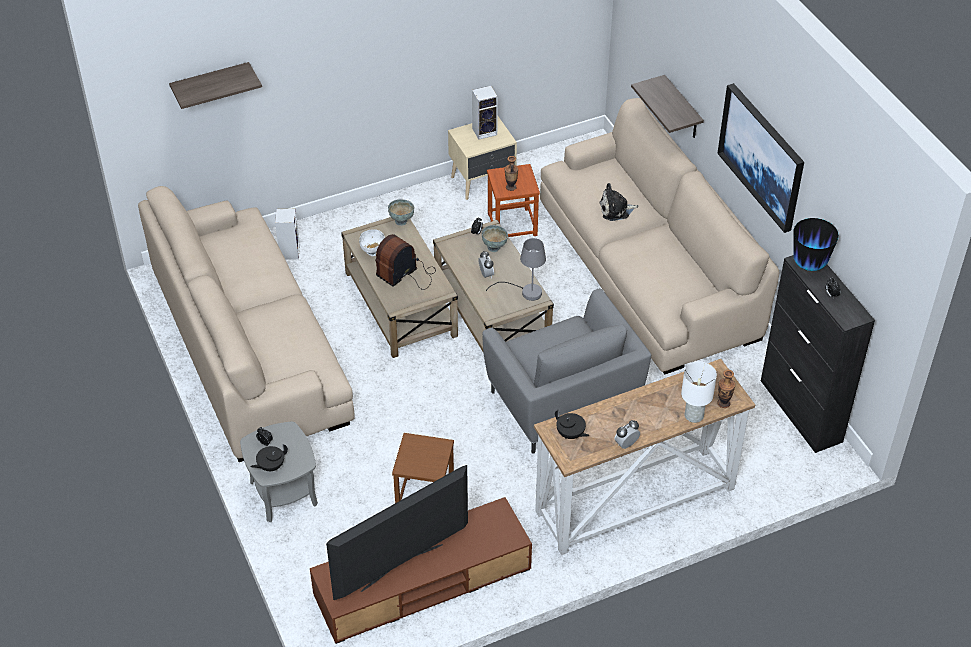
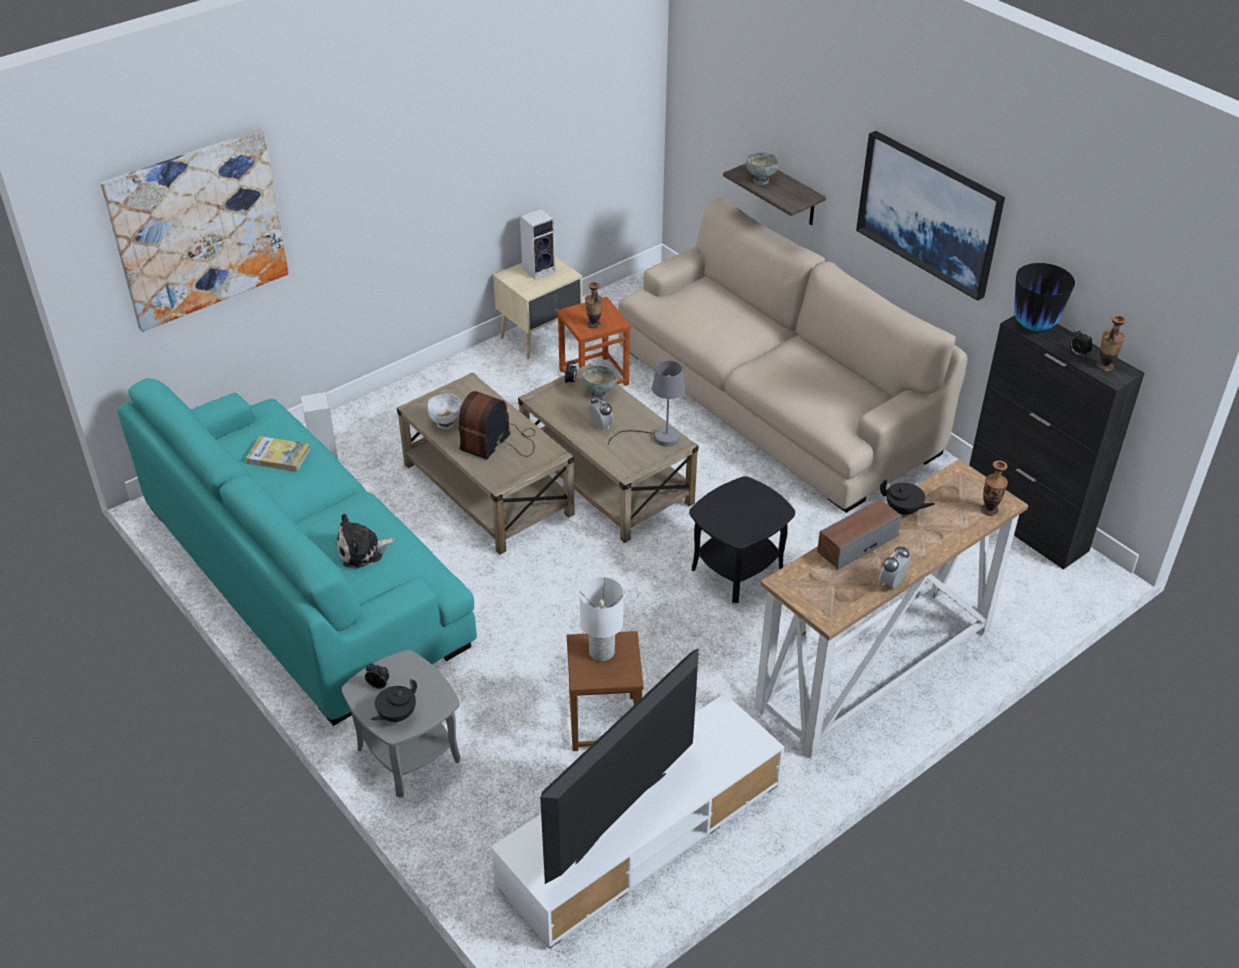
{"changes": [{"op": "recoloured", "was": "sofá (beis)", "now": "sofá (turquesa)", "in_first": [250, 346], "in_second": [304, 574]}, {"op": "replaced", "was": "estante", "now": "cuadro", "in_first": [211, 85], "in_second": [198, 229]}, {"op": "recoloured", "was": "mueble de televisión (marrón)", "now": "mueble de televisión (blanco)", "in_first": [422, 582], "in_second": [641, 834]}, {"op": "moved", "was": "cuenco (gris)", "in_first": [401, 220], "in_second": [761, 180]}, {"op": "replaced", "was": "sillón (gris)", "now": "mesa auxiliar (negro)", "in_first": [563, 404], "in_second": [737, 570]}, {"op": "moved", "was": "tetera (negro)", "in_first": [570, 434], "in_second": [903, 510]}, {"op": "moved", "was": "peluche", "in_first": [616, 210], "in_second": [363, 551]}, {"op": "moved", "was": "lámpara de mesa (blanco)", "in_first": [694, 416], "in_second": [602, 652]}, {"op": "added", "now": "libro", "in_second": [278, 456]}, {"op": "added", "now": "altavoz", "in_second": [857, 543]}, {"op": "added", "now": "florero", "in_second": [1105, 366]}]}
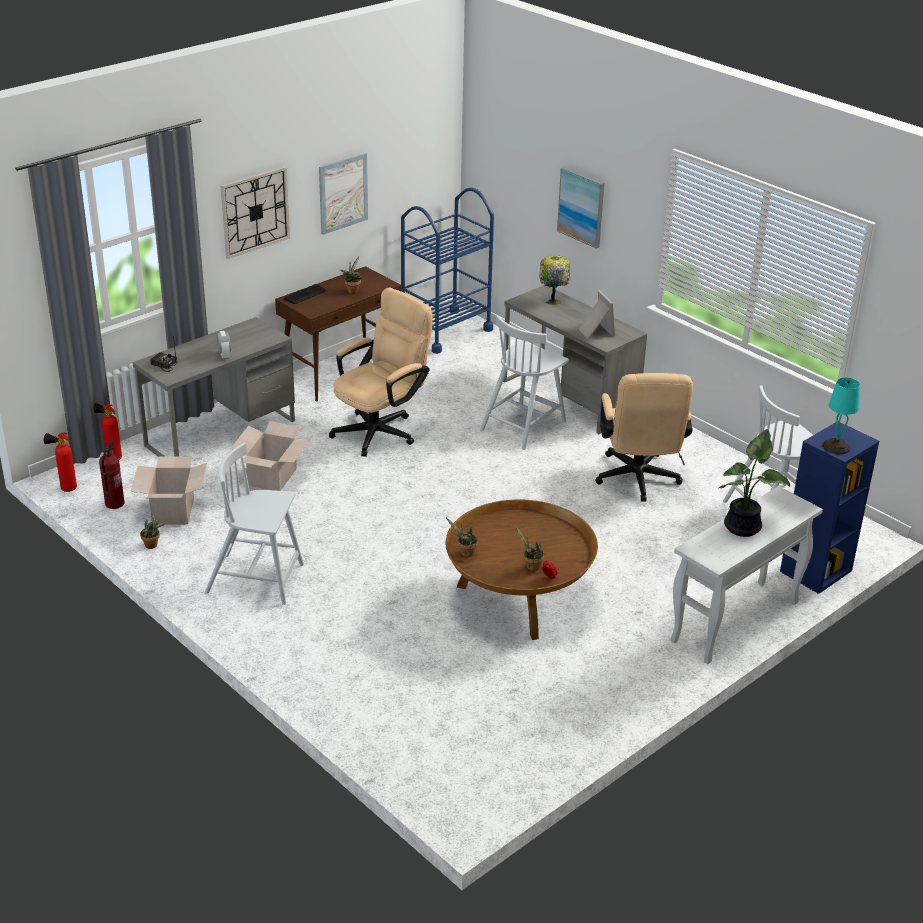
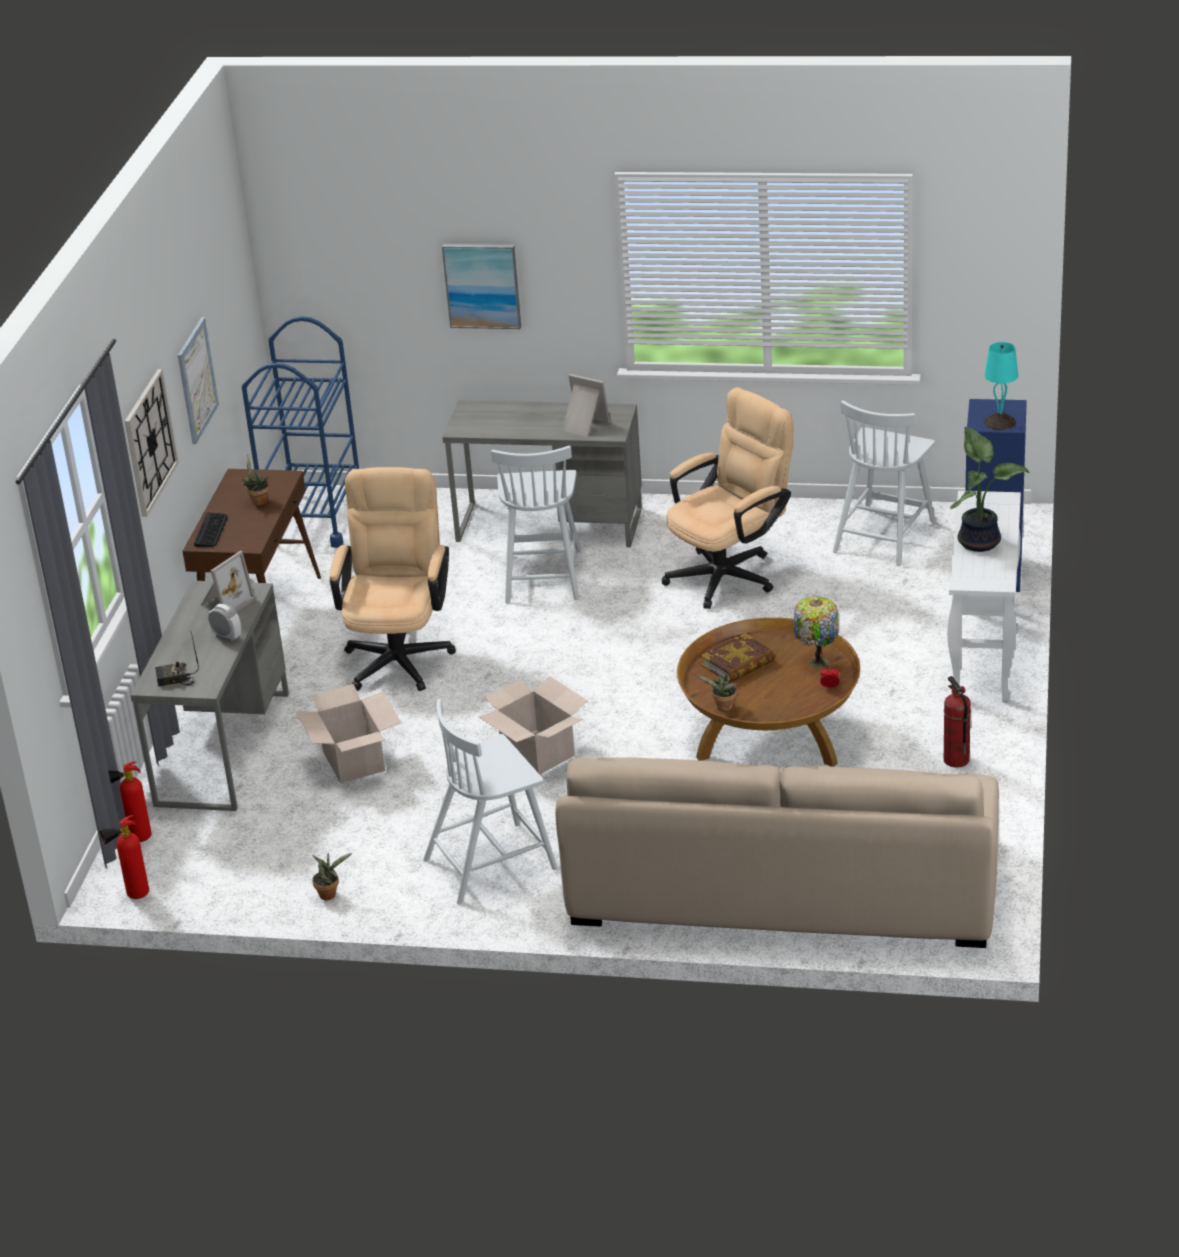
{"changes": [{"op": "moved", "was": "extintor", "in_first": [114, 503], "in_second": [955, 760]}, {"op": "moved", "was": "caja de cartón", "in_first": [173, 511], "in_second": [538, 752]}, {"op": "removed", "was": "planta en maceta", "in_first": [530, 567]}, {"op": "moved", "was": "lámpara de mesa", "in_first": [553, 301], "in_second": [817, 662]}, {"op": "turned", "was": "silla de oficina (beis)", "in_first": [638, 481], "in_second": [730, 573], "clockwise": -90}, {"op": "added", "now": "portarretratos", "in_second": [225, 603]}, {"op": "added", "now": "sofá (beis)", "in_second": [783, 882]}, {"op": "added", "now": "libro", "in_second": [738, 664]}]}
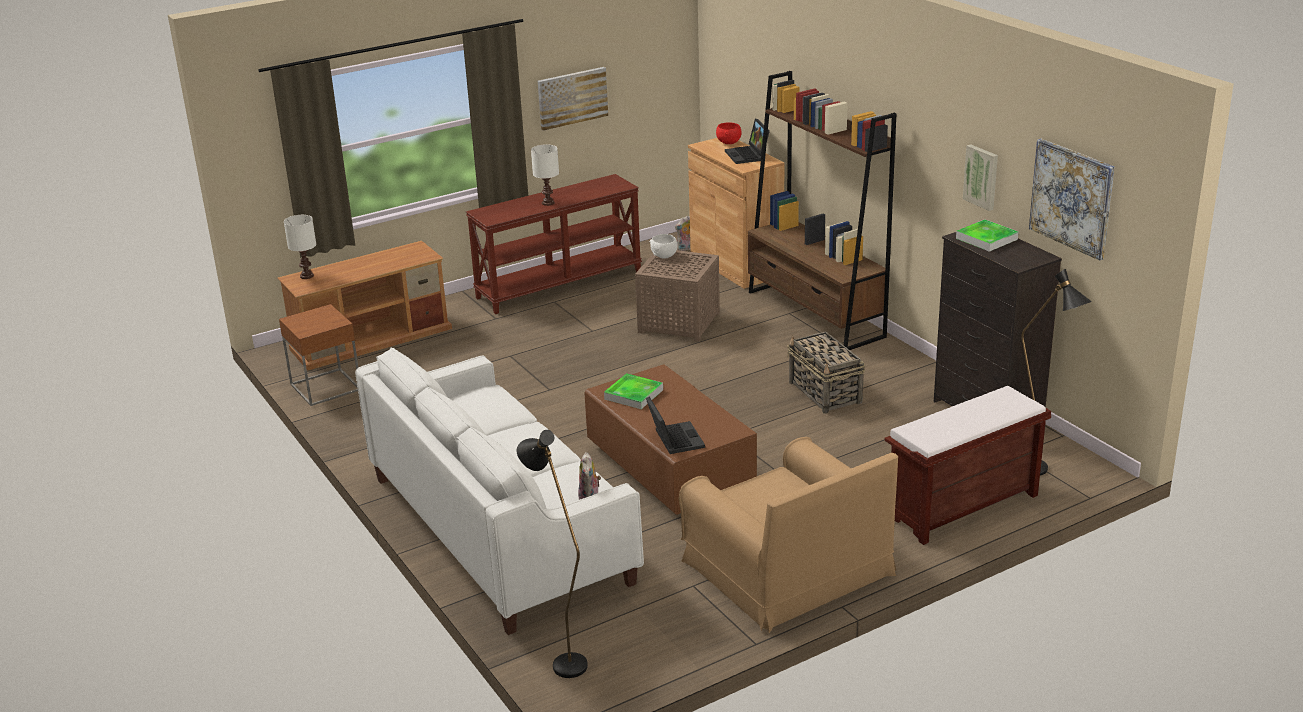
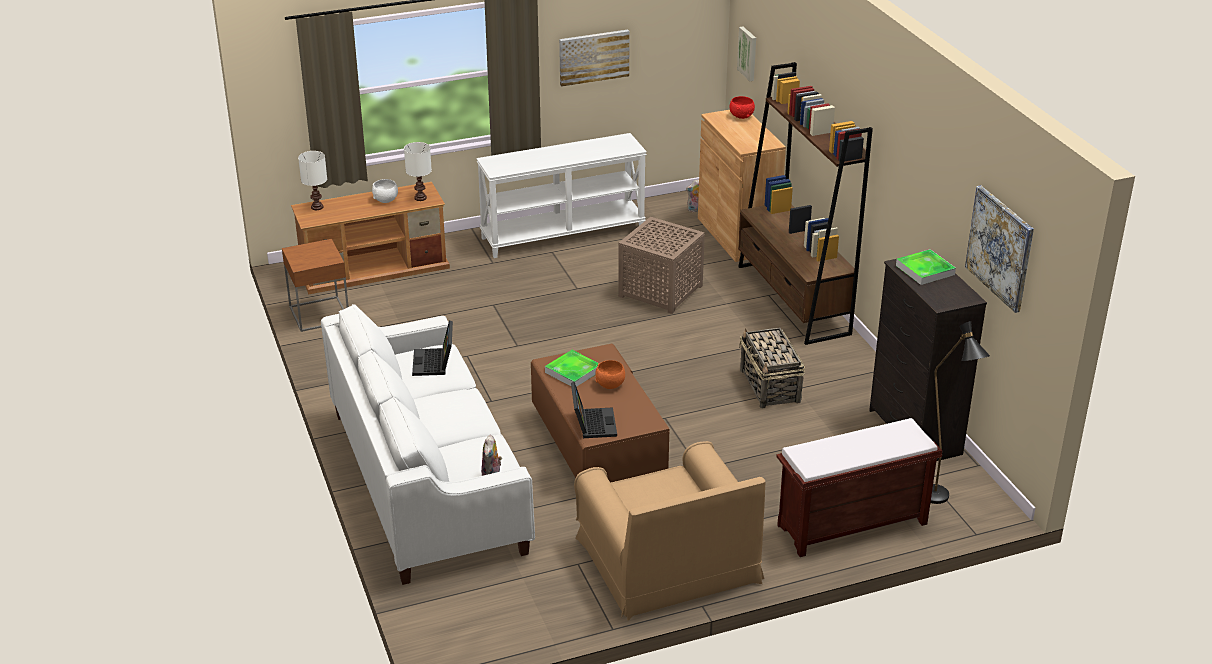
{"changes": [{"op": "recoloured", "was": "mesa consola (marrón)", "now": "mesa consola (blanco)", "in_first": [559, 284], "in_second": [563, 233]}, {"op": "removed", "was": "lámpara de pie (negro)", "in_first": [562, 659]}, {"op": "moved", "was": "lámpara de mesa (blanco)", "in_first": [547, 203], "in_second": [420, 198]}, {"op": "moved", "was": "cuenco (blanco)", "in_first": [664, 256], "in_second": [386, 200]}, {"op": "moved", "was": "portátil", "in_first": [748, 155], "in_second": [435, 363]}, {"op": "moved", "was": "cuadro", "in_first": [982, 177], "in_second": [748, 53]}, {"op": "added", "now": "cuenco (naranja)", "in_second": [610, 385]}]}
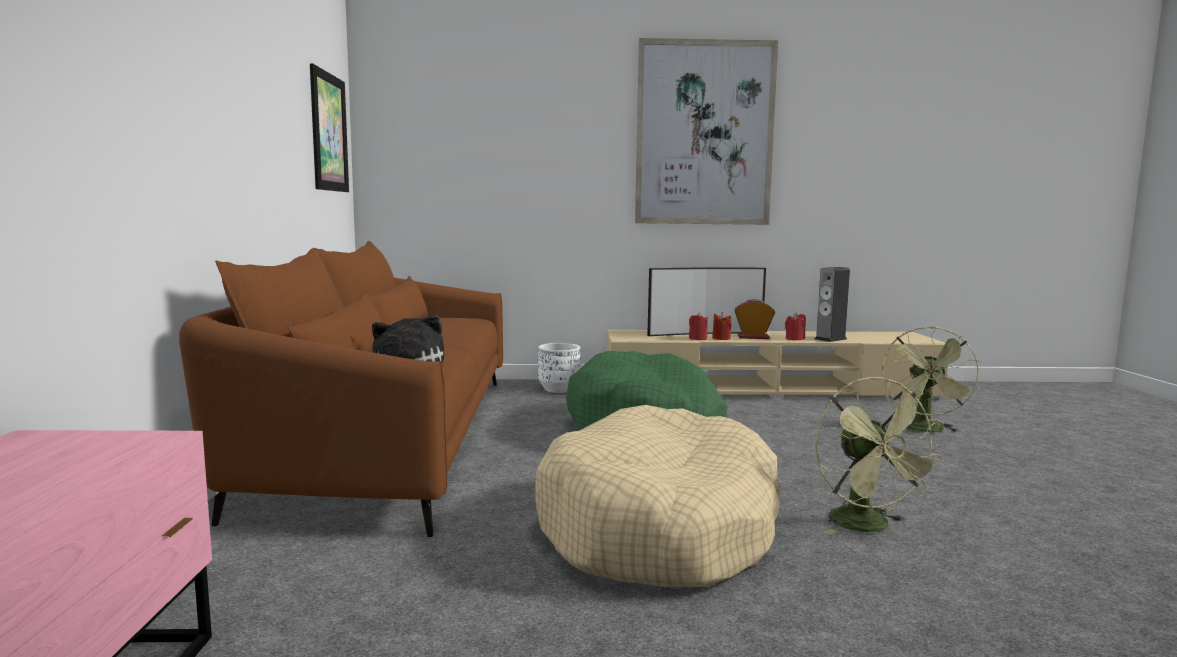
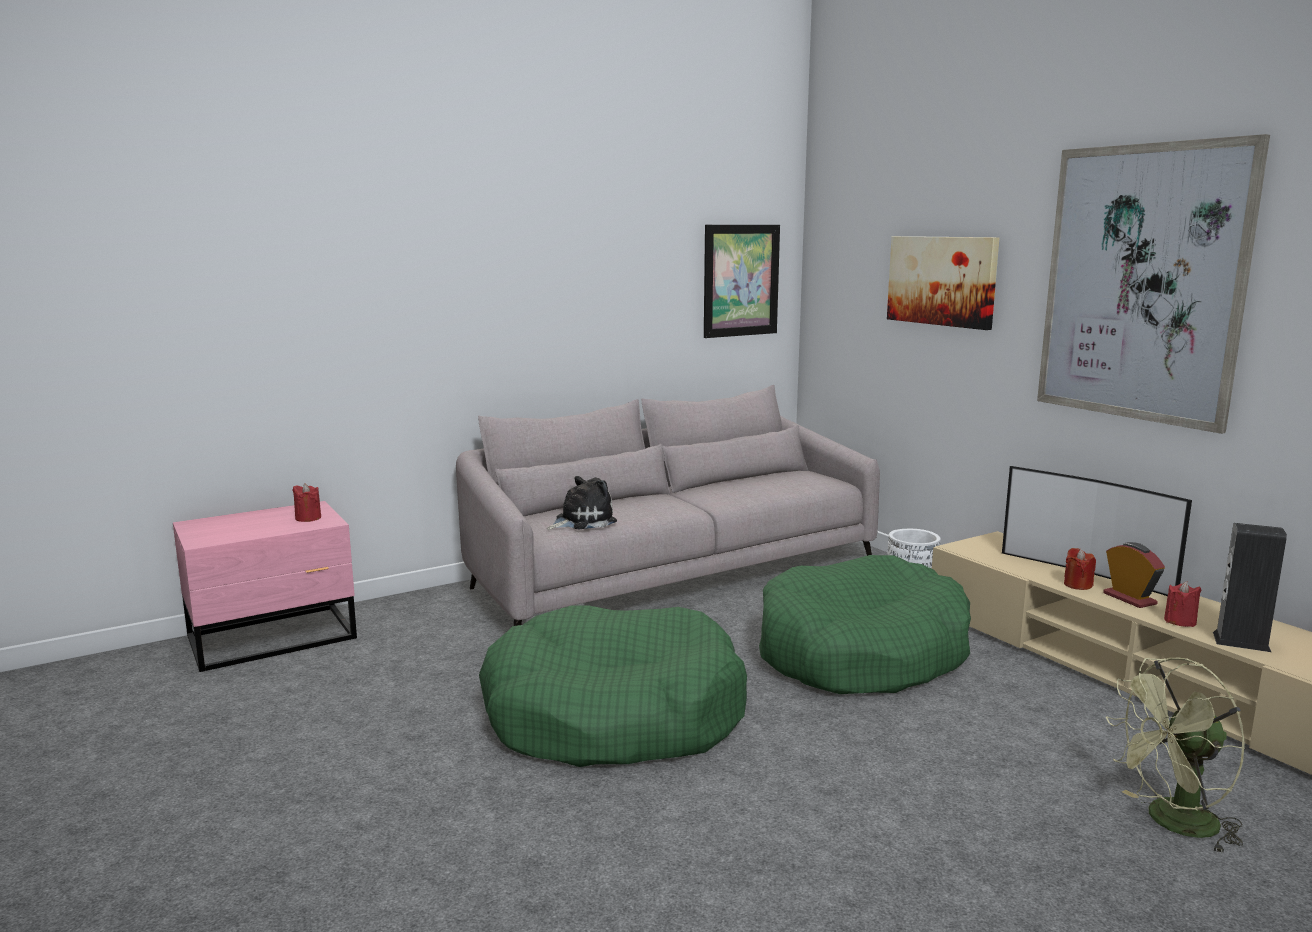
{"changes": [{"op": "recoloured", "was": "sofá (marrón)", "now": "sofá (gris)", "in_first": [390, 437], "in_second": [671, 573]}, {"op": "recoloured", "was": "cama para perro (beis)", "now": "cama para perro (verde)", "in_first": [660, 527], "in_second": [613, 715]}, {"op": "moved", "was": "vela (rojo)", "in_first": [698, 339], "in_second": [308, 518]}, {"op": "removed", "was": "ventilador (verde)", "in_first": [869, 527]}, {"op": "added", "now": "cuadro", "in_second": [942, 280]}]}
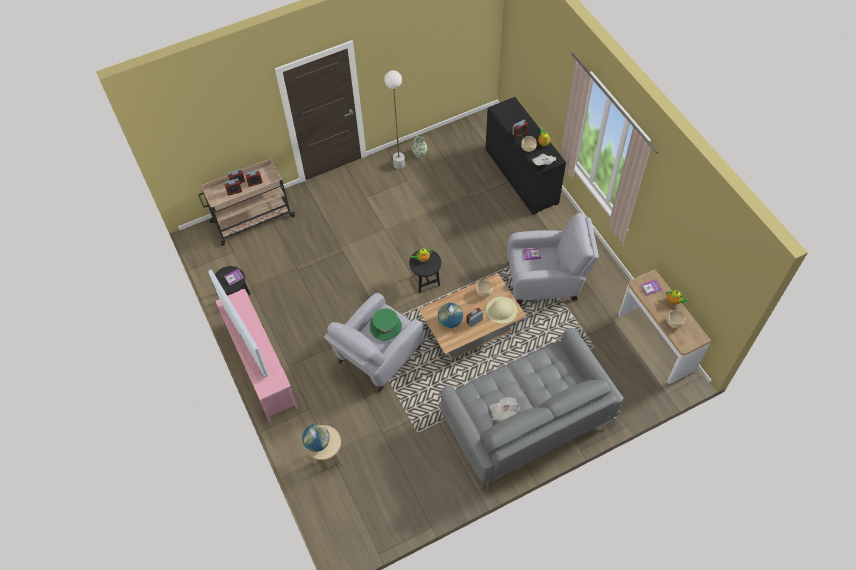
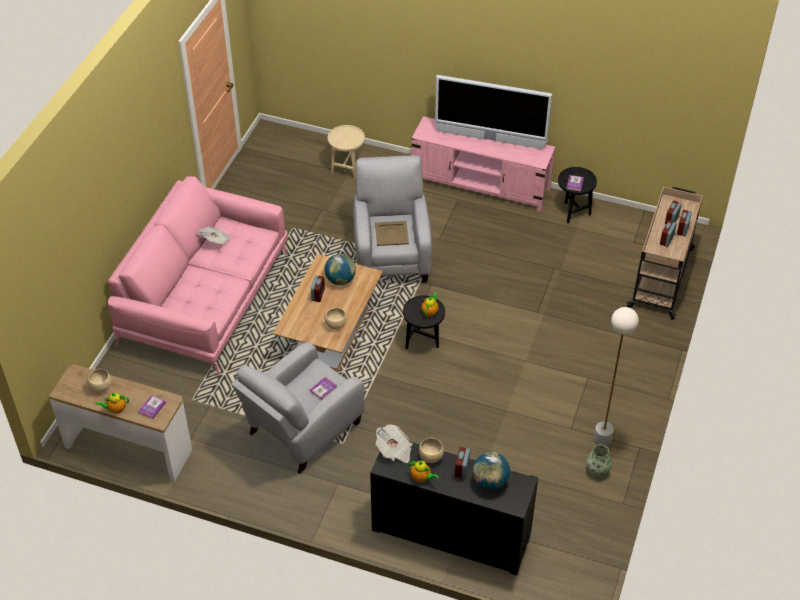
{"changes": [{"op": "moved", "was": "globo terráqueo", "in_first": [317, 443], "in_second": [490, 481]}, {"op": "replaced", "was": "sombrero (verde)", "now": "bandeja (beis)", "in_first": [386, 327], "in_second": [392, 234]}, {"op": "recoloured", "was": "sofá (gris)", "now": "sofá (rosa)", "in_first": [526, 418], "in_second": [205, 298]}, {"op": "removed", "was": "sombrero (beis)", "in_first": [501, 310]}]}
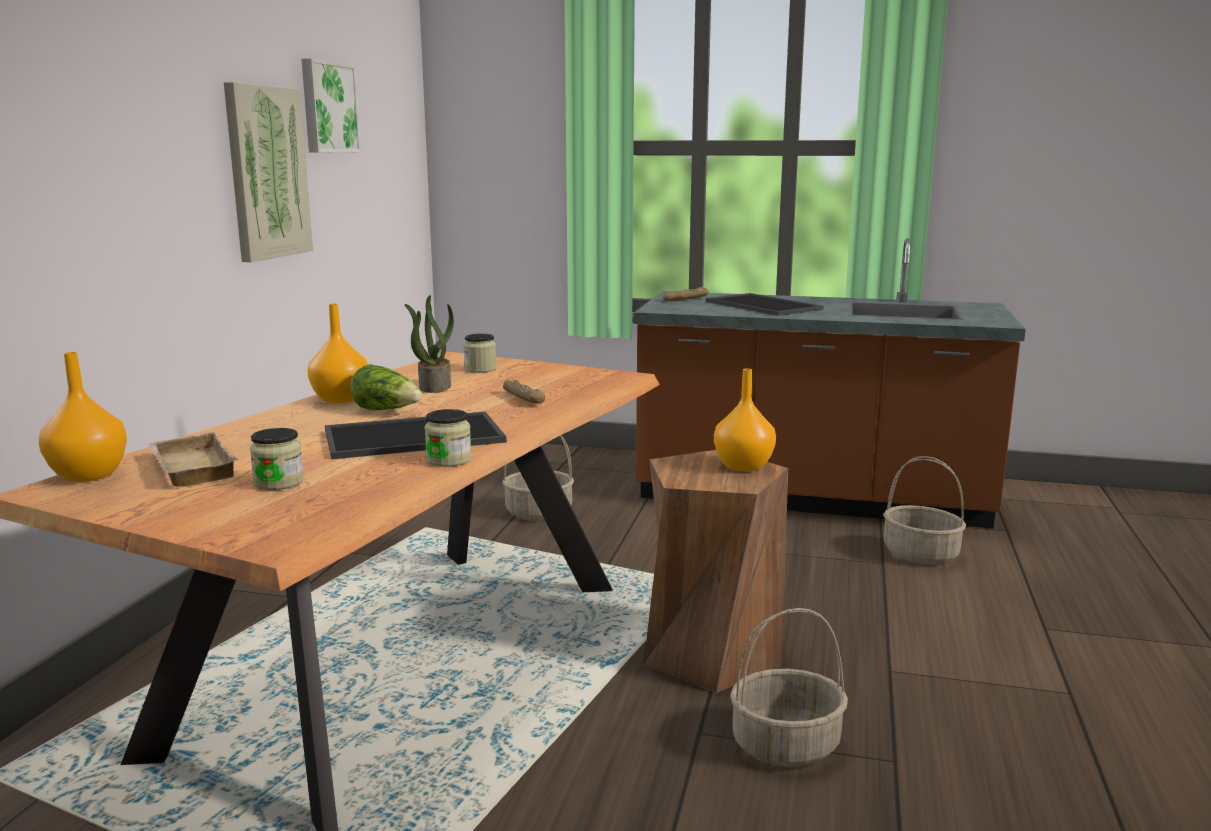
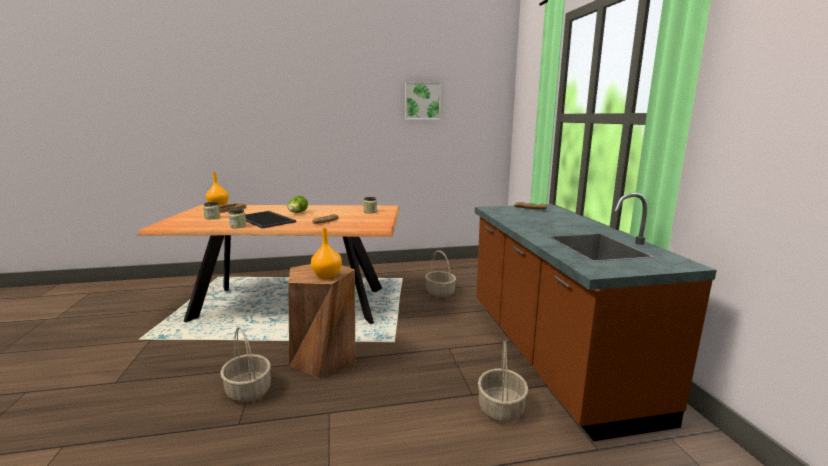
{"changes": [{"op": "removed", "was": "cuadro", "in_first": [267, 172]}, {"op": "removed", "was": "florero (naranja)", "in_first": [341, 400]}, {"op": "removed", "was": "planta en maceta", "in_first": [434, 386]}, {"op": "removed", "was": "bandeja", "in_first": [765, 305]}]}
